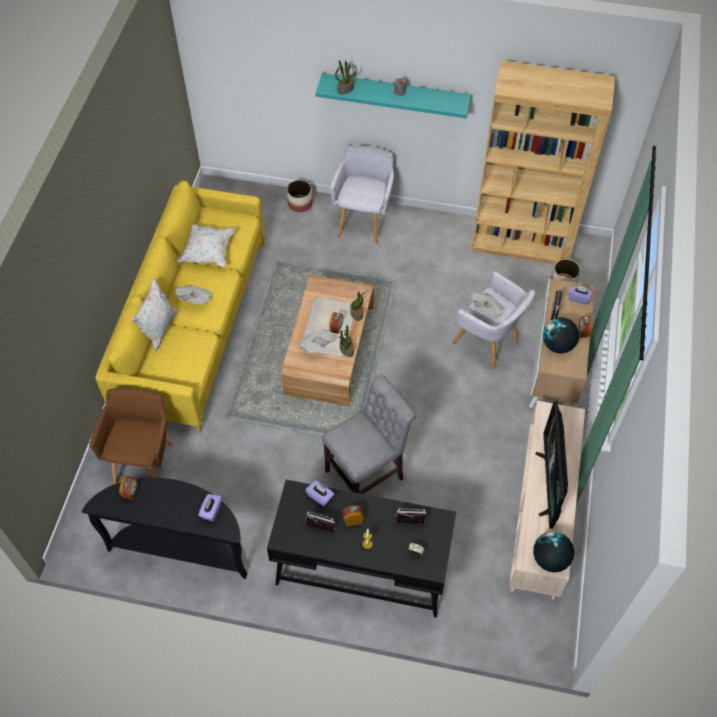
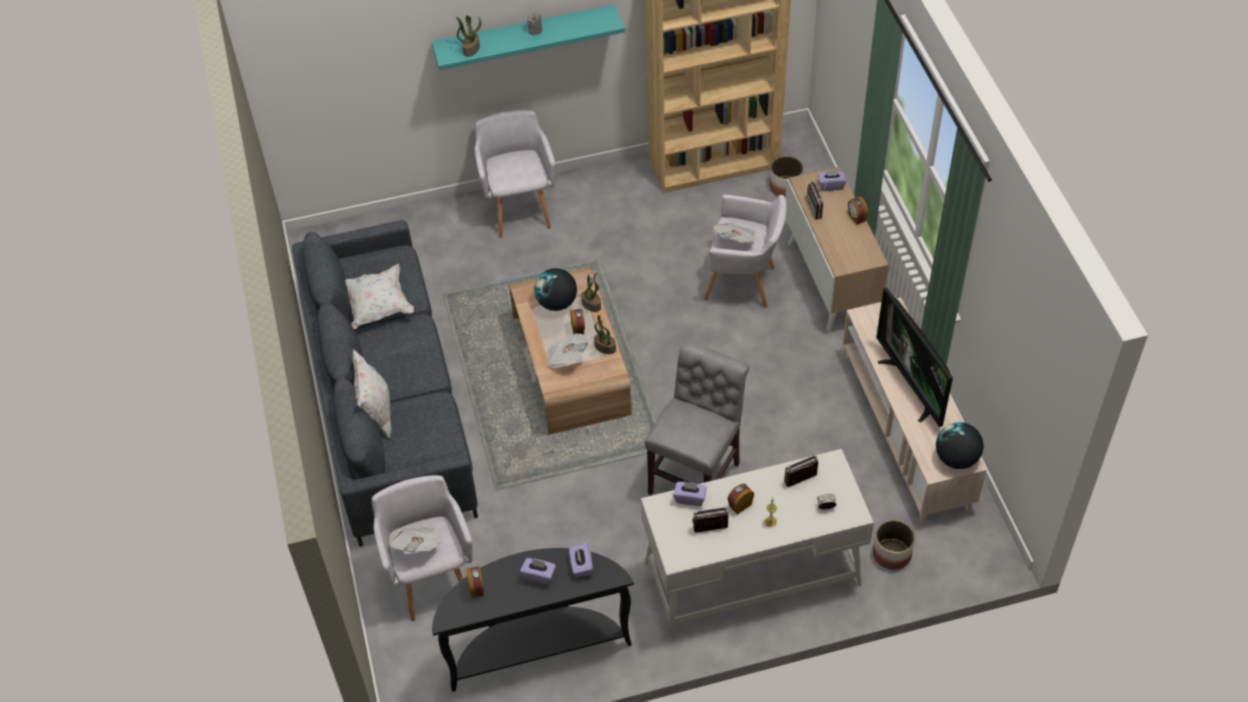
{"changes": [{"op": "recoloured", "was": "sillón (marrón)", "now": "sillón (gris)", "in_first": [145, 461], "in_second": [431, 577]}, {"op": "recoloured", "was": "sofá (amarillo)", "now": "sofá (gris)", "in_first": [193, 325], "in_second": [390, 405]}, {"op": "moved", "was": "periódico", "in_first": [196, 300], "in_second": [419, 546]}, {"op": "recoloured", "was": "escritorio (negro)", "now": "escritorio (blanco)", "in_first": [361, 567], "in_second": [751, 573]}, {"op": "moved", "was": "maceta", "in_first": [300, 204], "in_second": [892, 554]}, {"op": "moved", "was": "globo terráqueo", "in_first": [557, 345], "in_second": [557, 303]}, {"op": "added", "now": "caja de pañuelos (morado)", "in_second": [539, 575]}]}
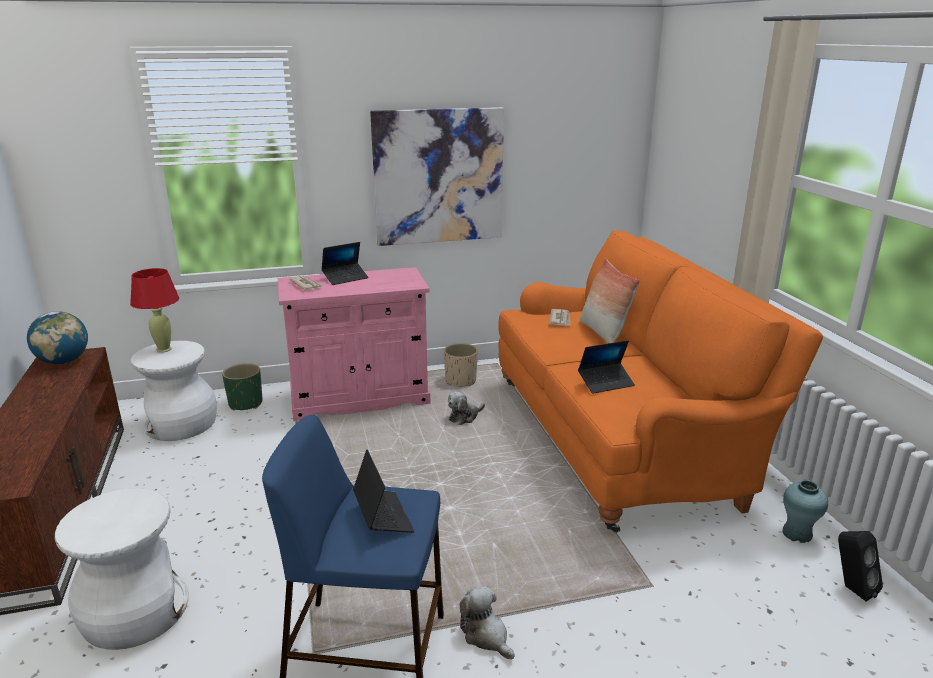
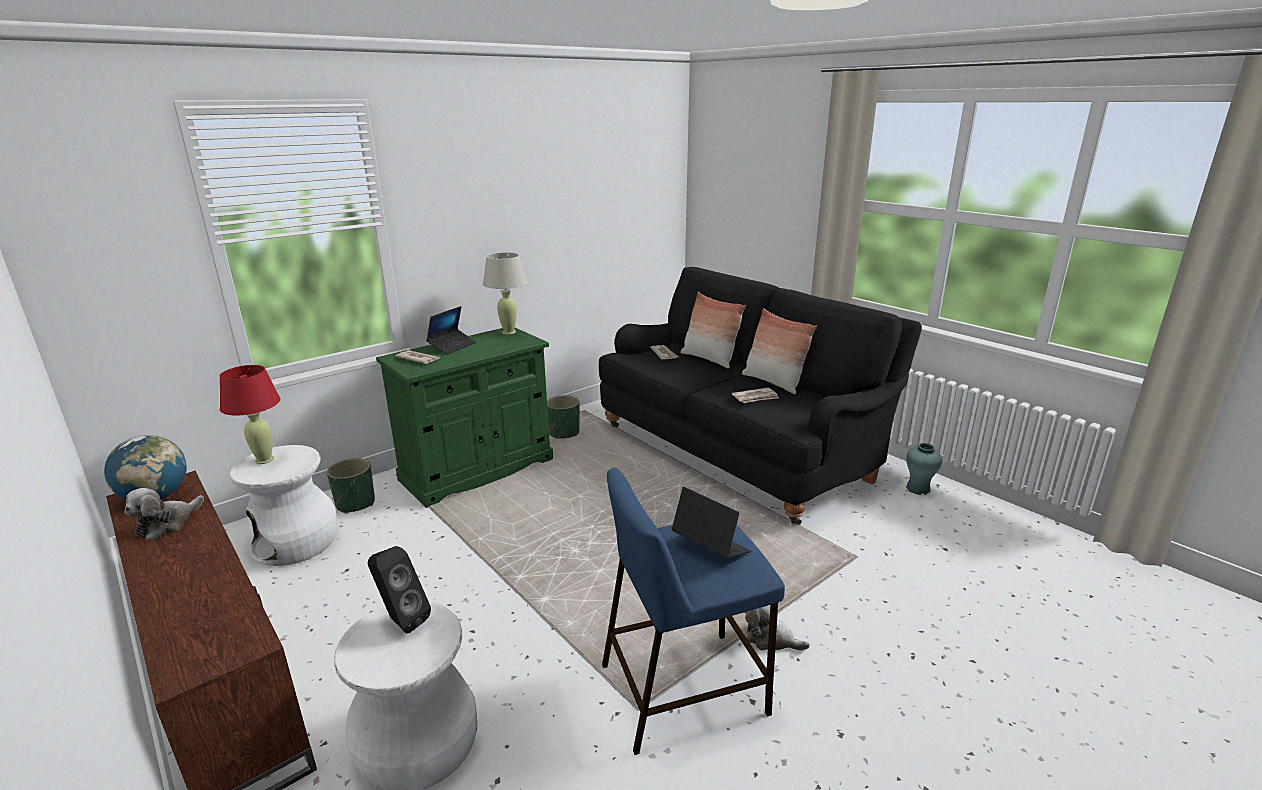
{"changes": [{"op": "recoloured", "was": "armario (rosa)", "now": "armario (verde)", "in_first": [359, 398], "in_second": [477, 470]}, {"op": "removed", "was": "cuadro", "in_first": [438, 177]}, {"op": "recoloured", "was": "maceta (beis)", "now": "maceta (verde)", "in_first": [461, 381], "in_second": [564, 433]}, {"op": "moved", "was": "peluche", "in_first": [464, 417], "in_second": [167, 524]}, {"op": "recoloured", "was": "sofá (naranja)", "now": "sofá (negro)", "in_first": [620, 437], "in_second": [739, 449]}, {"op": "replaced", "was": "portátil", "now": "periódico", "in_first": [606, 383], "in_second": [755, 397]}, {"op": "moved", "was": "altavoz (negro)", "in_first": [851, 588], "in_second": [401, 621]}, {"op": "added", "now": "lámpara de mesa (beis)", "in_second": [508, 332]}, {"op": "added", "now": "cojín", "in_second": [773, 382]}]}
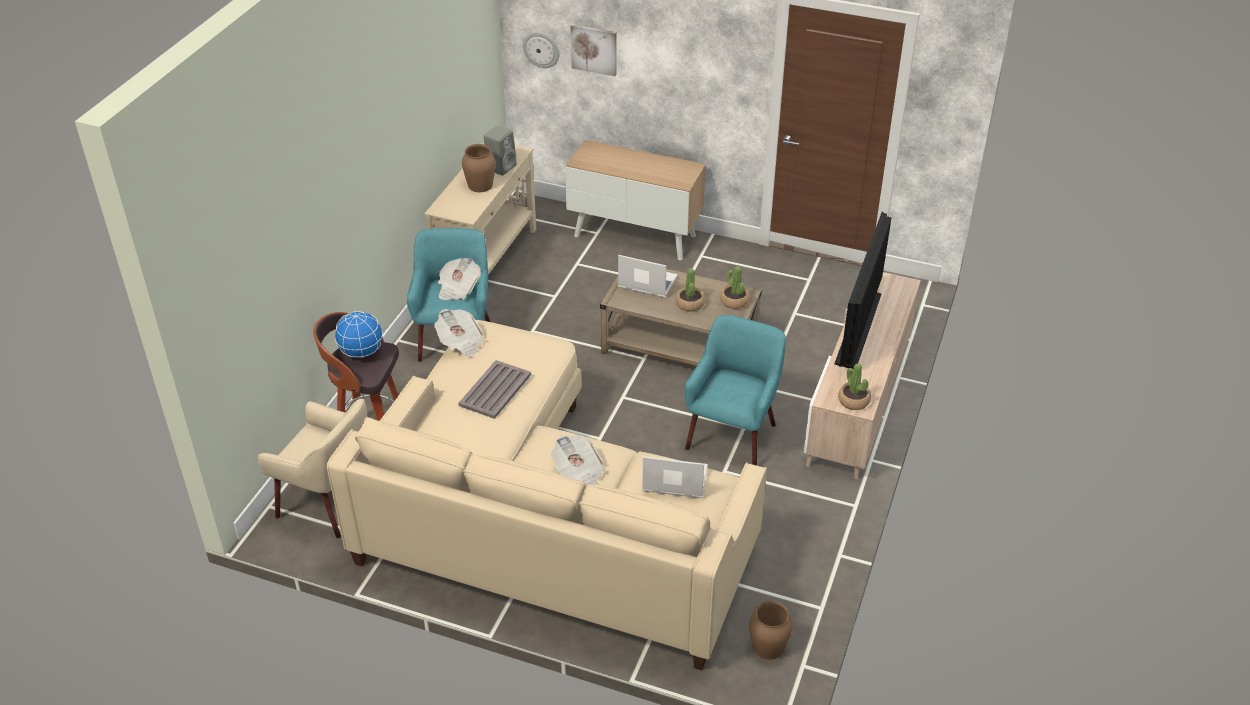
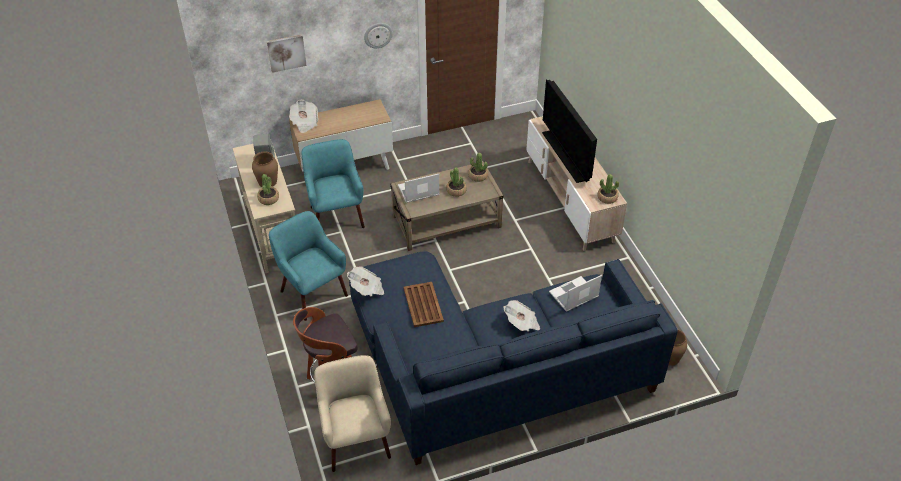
{"changes": [{"op": "turned", "was": "sillón (beis)", "in_first": [329, 502], "in_second": [356, 440], "clockwise": -90}, {"op": "recoloured", "was": "sofá (beis)", "now": "sofá (azul)", "in_first": [544, 524], "in_second": [492, 369]}, {"op": "removed", "was": "globo terráqueo", "in_first": [362, 352]}, {"op": "moved", "was": "periódico", "in_first": [458, 288], "in_second": [304, 123]}, {"op": "recoloured", "was": "bandeja (gris)", "now": "bandeja (marrón)", "in_first": [496, 389], "in_second": [423, 304]}, {"op": "moved", "was": "reloj de pared", "in_first": [541, 49], "in_second": [378, 35]}, {"op": "moved", "was": "sillón (turquesa)", "in_first": [732, 436], "in_second": [336, 216]}, {"op": "added", "now": "planta en maceta", "in_second": [268, 199]}]}
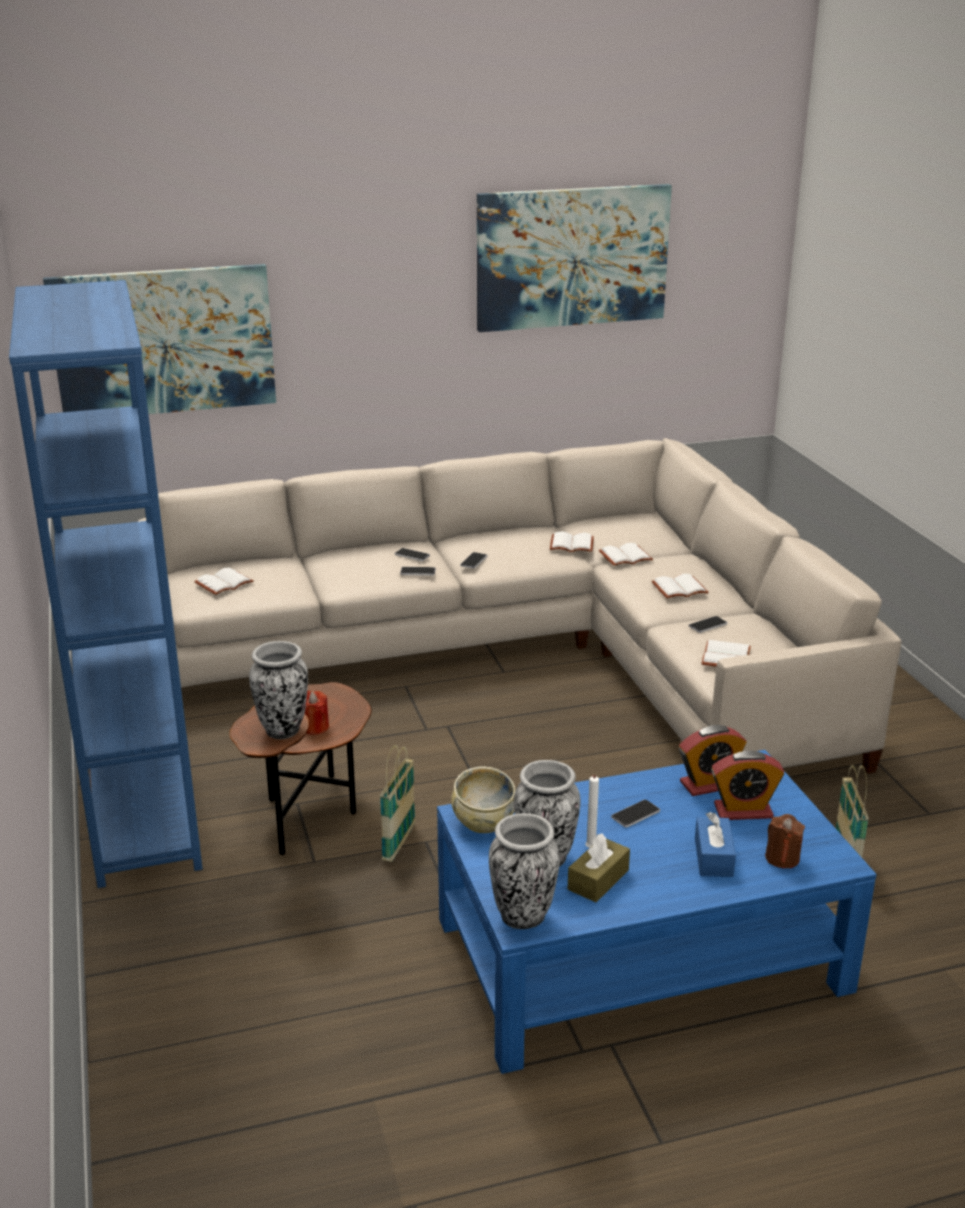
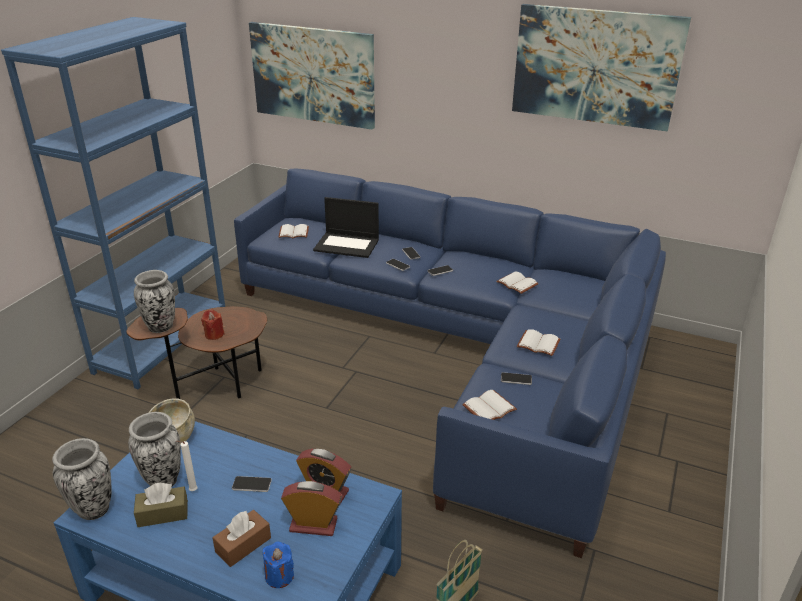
{"changes": [{"op": "recoloured", "was": "sofá (beis)", "now": "sofá (azul)", "in_first": [528, 653], "in_second": [465, 348]}, {"op": "removed", "was": "cesta", "in_first": [399, 842]}, {"op": "removed", "was": "libro (blanco)", "in_first": [625, 556]}, {"op": "recoloured", "was": "caja de pañuelos (azul)", "now": "caja de pañuelos (marrón)", "in_first": [713, 857], "in_second": [243, 545]}, {"op": "turned", "was": "despertador", "in_first": [743, 811], "in_second": [313, 525], "clockwise": 150}, {"op": "recoloured", "was": "vela (marrón)", "now": "vela (azul)", "in_first": [782, 858], "in_second": [279, 576]}, {"op": "added", "now": "portátil", "in_second": [347, 245]}]}
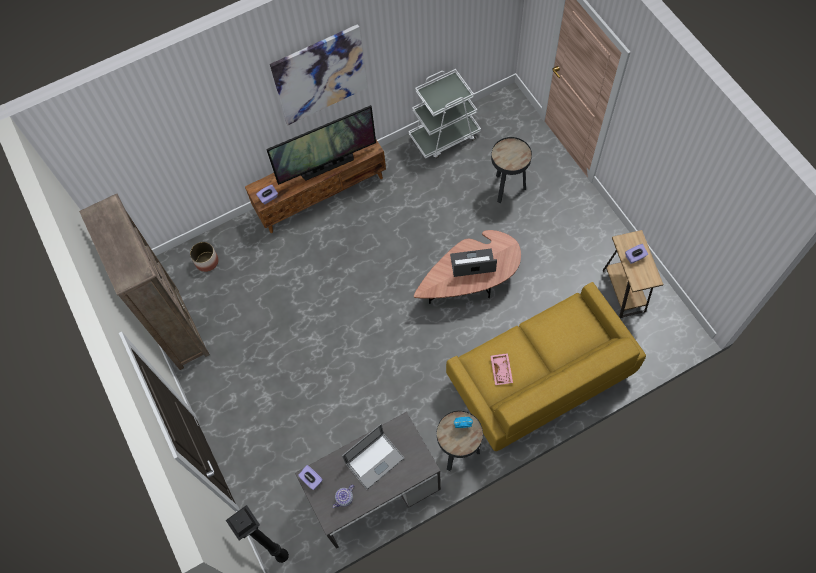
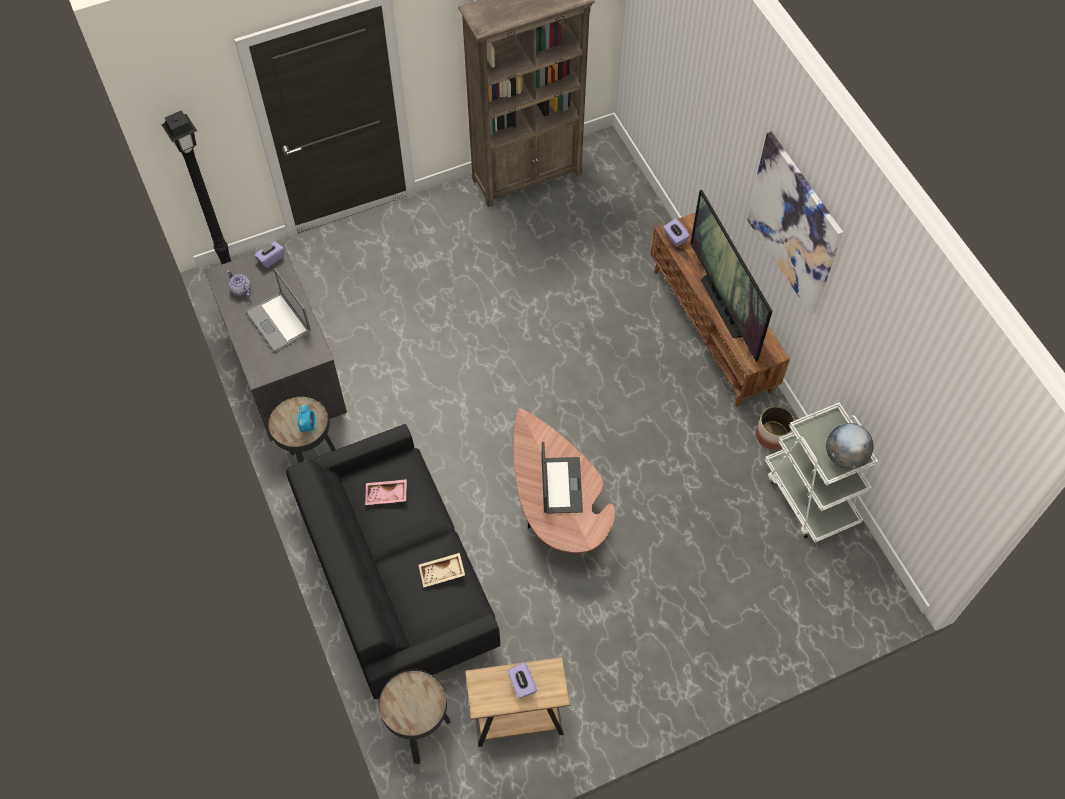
{"changes": [{"op": "moved", "was": "maceta", "in_first": [206, 261], "in_second": [773, 435]}, {"op": "recoloured", "was": "sofá (amarillo)", "now": "sofá (negro)", "in_first": [539, 378], "in_second": [397, 578]}, {"op": "moved", "was": "mesa auxiliar (negro)", "in_first": [507, 189], "in_second": [420, 733]}, {"op": "added", "now": "bandeja (beis)", "in_second": [442, 573]}, {"op": "added", "now": "globo terráqueo", "in_second": [844, 456]}]}
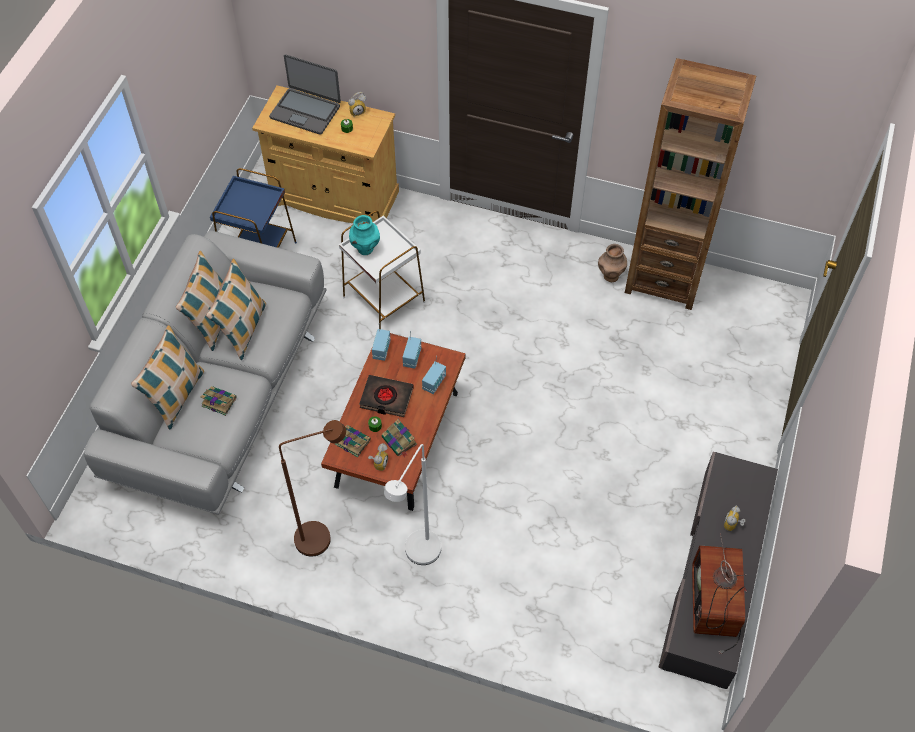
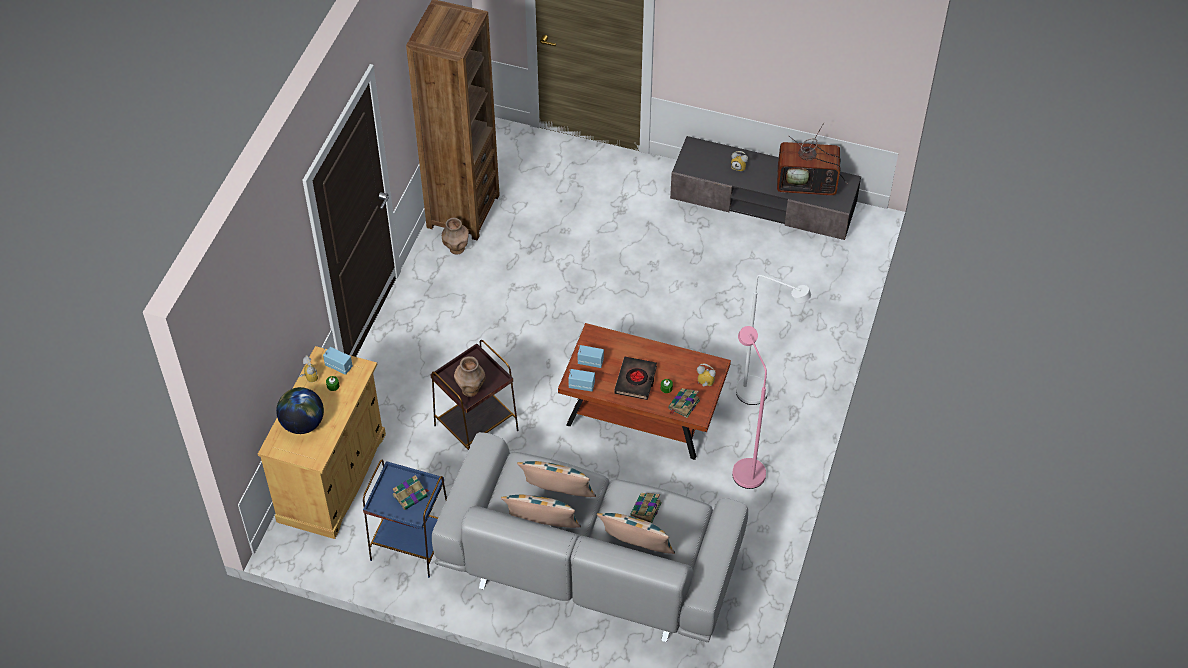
{"changes": [{"op": "replaced", "was": "portátil", "now": "globo terráqueo", "in_first": [305, 111], "in_second": [303, 423]}, {"op": "recoloured", "was": "lámpara de pie (marrón)", "now": "lámpara de pie (rosa)", "in_first": [322, 536], "in_second": [745, 467]}, {"op": "recoloured", "was": "mesa auxiliar (blanco)", "now": "mesa auxiliar (marrón)", "in_first": [384, 300], "in_second": [477, 428]}, {"op": "recoloured", "was": "florero (turquesa)", "now": "florero (marrón)", "in_first": [365, 249], "in_second": [470, 390]}, {"op": "moved", "was": "libro", "in_first": [399, 441], "in_second": [410, 495]}, {"op": "moved", "was": "radio", "in_first": [434, 383], "in_second": [339, 366]}]}
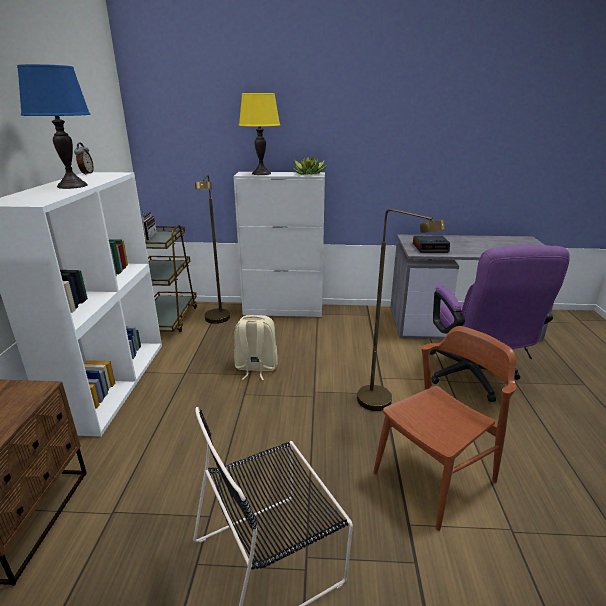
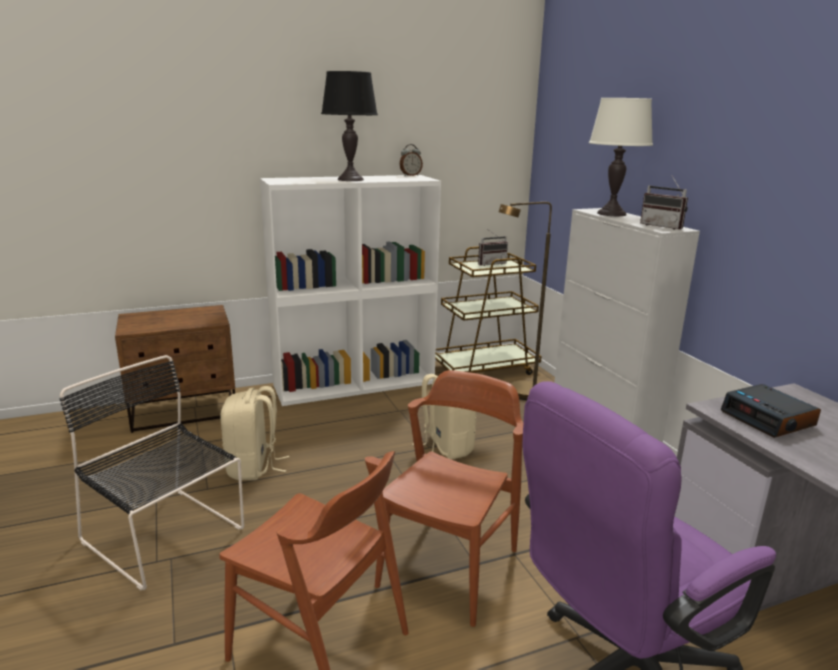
{"changes": [{"op": "recoloured", "was": "lámpara de mesa (azul)", "now": "lámpara de mesa (negro)", "in_first": [72, 186], "in_second": [350, 179]}, {"op": "recoloured", "was": "lámpara de mesa (amarillo)", "now": "lámpara de mesa (blanco)", "in_first": [261, 173], "in_second": [611, 214]}, {"op": "replaced", "was": "planta en maceta", "now": "radio", "in_first": [309, 173], "in_second": [663, 226]}, {"op": "replaced", "was": "lámpara de pie (marrón)", "now": "silla (marrón)", "in_first": [382, 404], "in_second": [449, 567]}, {"op": "added", "now": "mochila (beis)", "in_second": [253, 467]}]}
